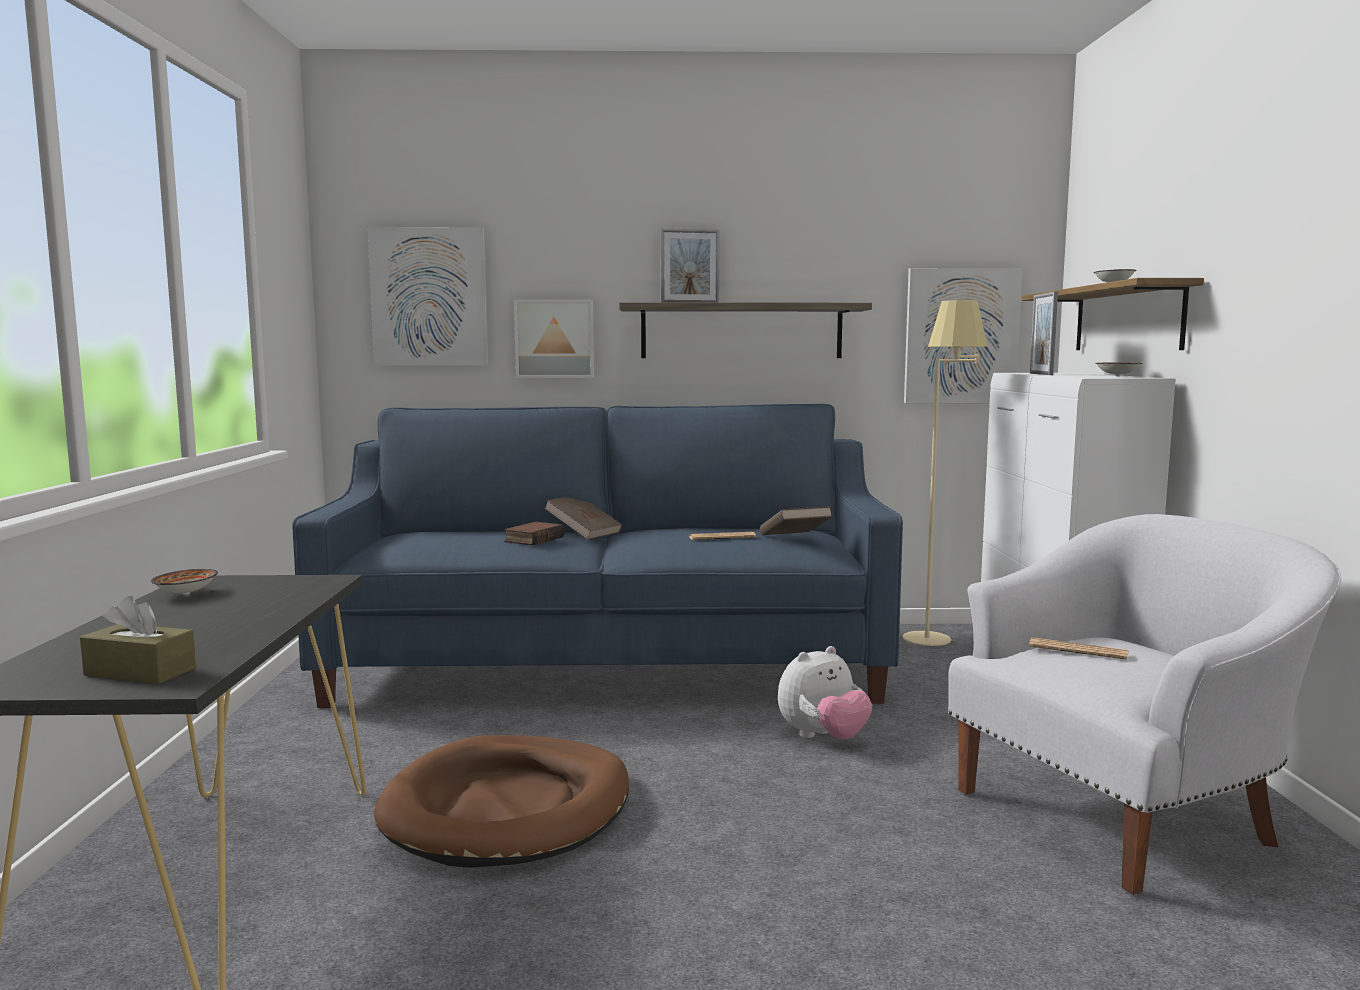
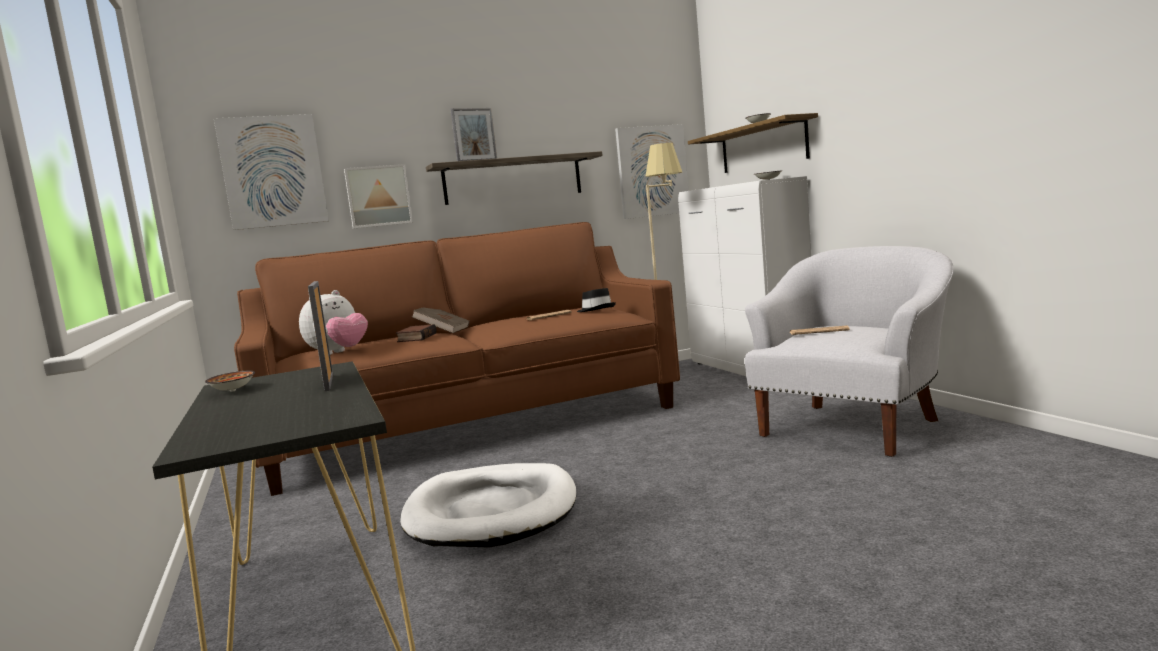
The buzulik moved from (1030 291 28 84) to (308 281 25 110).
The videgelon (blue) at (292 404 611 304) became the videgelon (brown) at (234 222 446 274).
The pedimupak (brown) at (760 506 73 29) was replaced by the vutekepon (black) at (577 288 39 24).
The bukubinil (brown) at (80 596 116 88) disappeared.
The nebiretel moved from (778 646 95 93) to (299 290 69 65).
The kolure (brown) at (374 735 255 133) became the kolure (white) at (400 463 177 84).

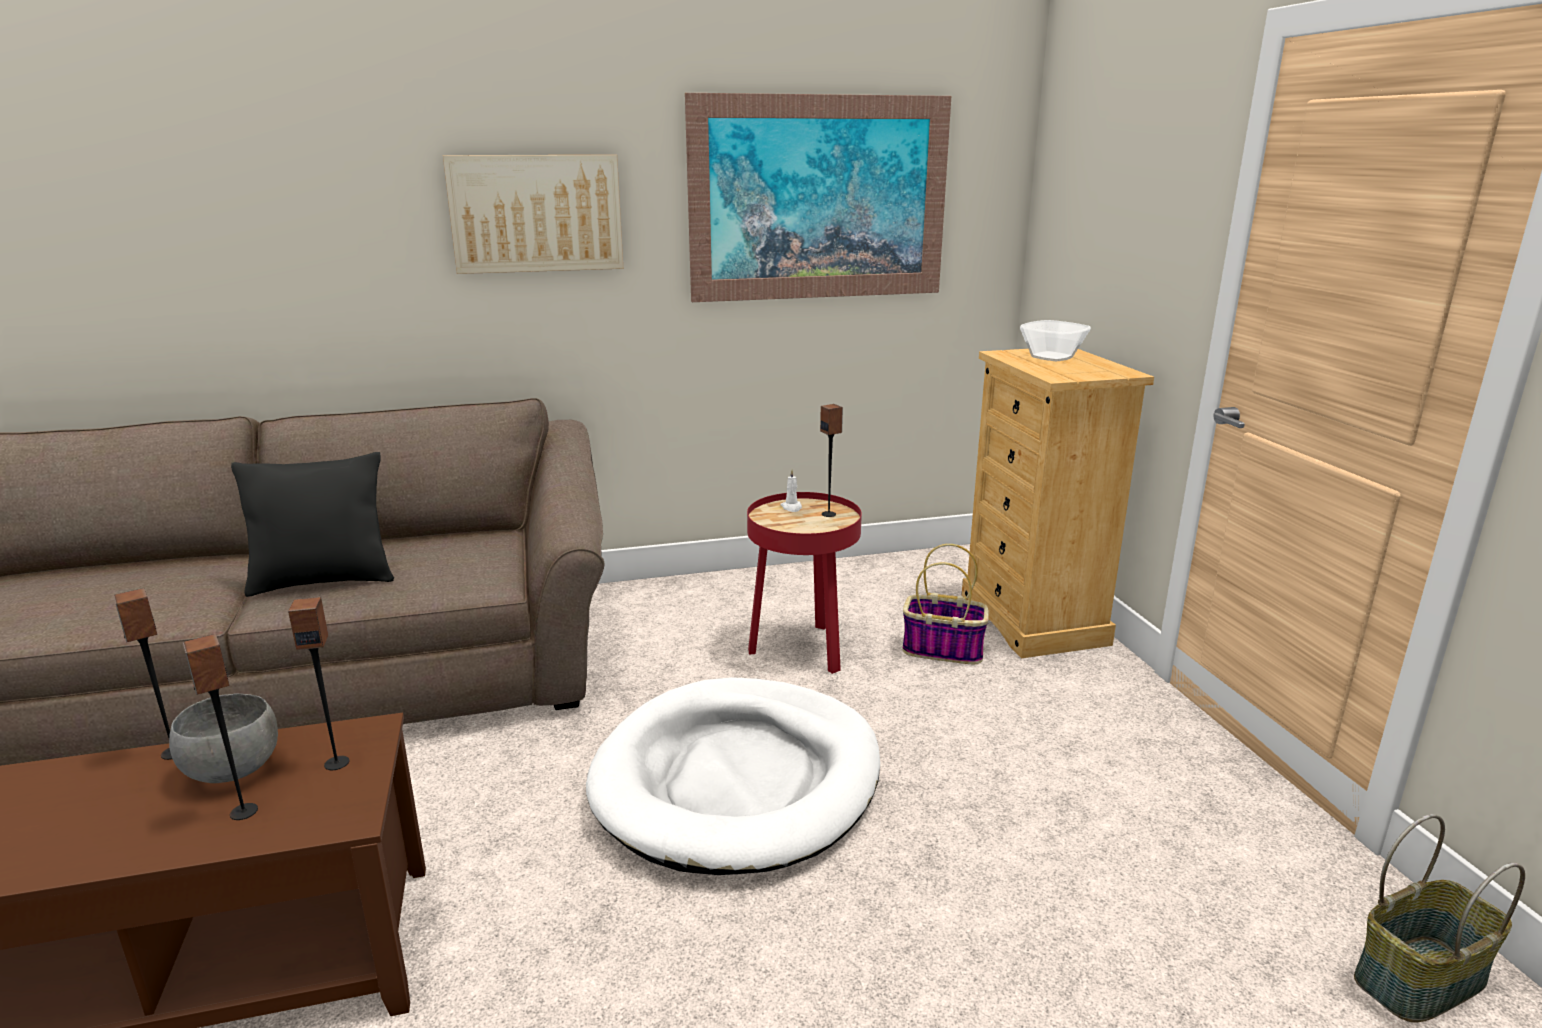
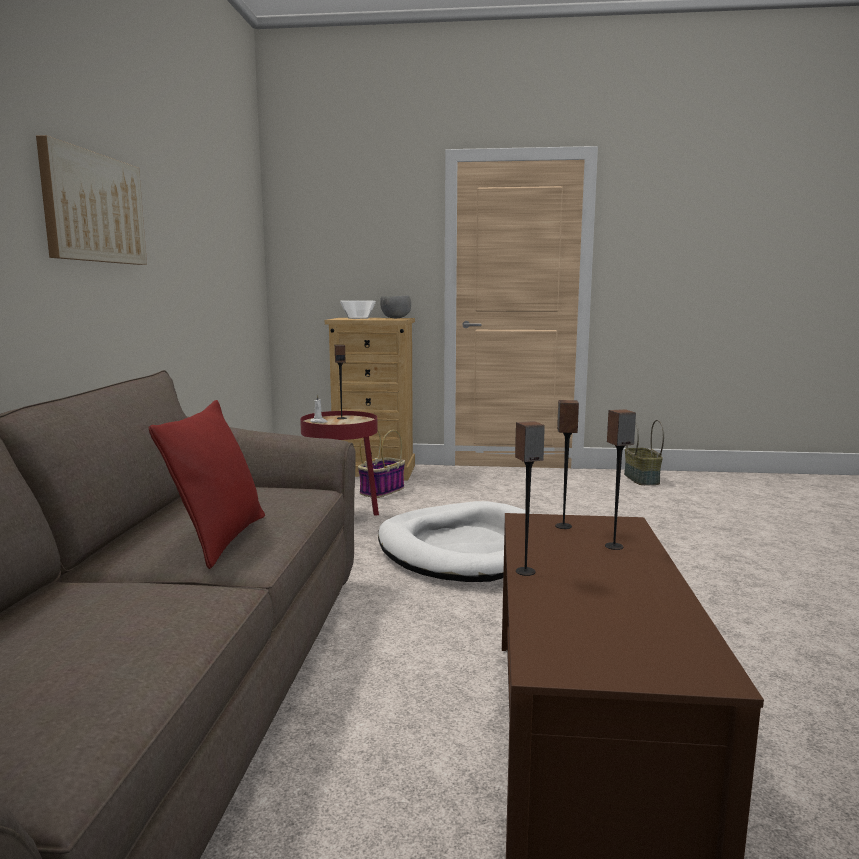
The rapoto at (685 93 266 209) disappeared.
The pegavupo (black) at (231 452 163 145) became the pegavupo (red) at (148 400 117 169).
The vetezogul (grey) moved from (169 693 109 90) to (380 295 31 23).

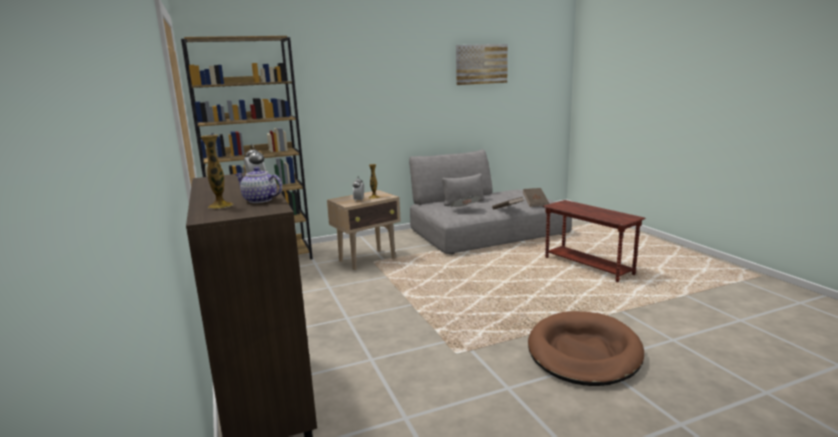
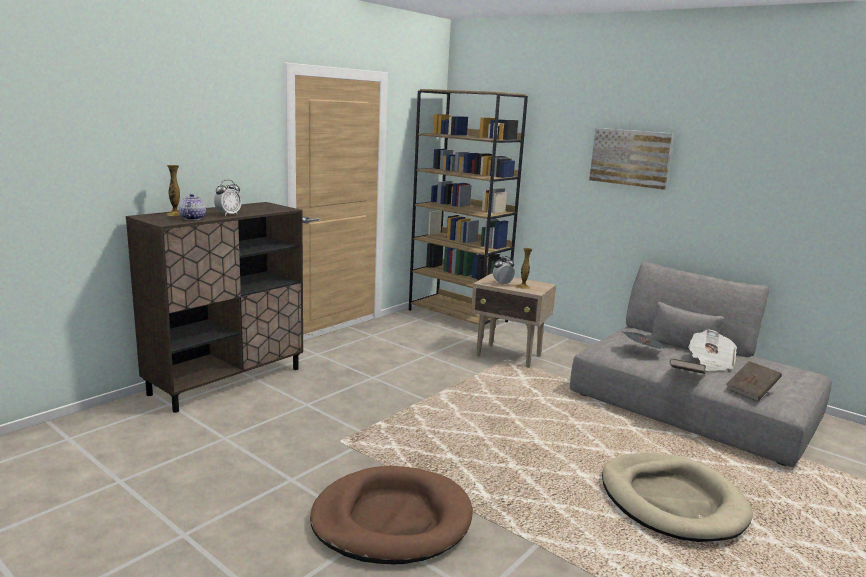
The rapoto moved from (456 44 52 41) to (589 128 85 62).
The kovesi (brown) at (543 200 103 82) was replaced by the kolure (beige) at (602 453 151 89).
The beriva at (688 330 49 41) appeared.

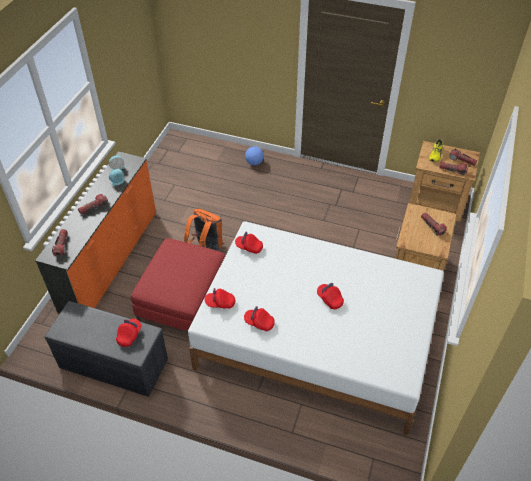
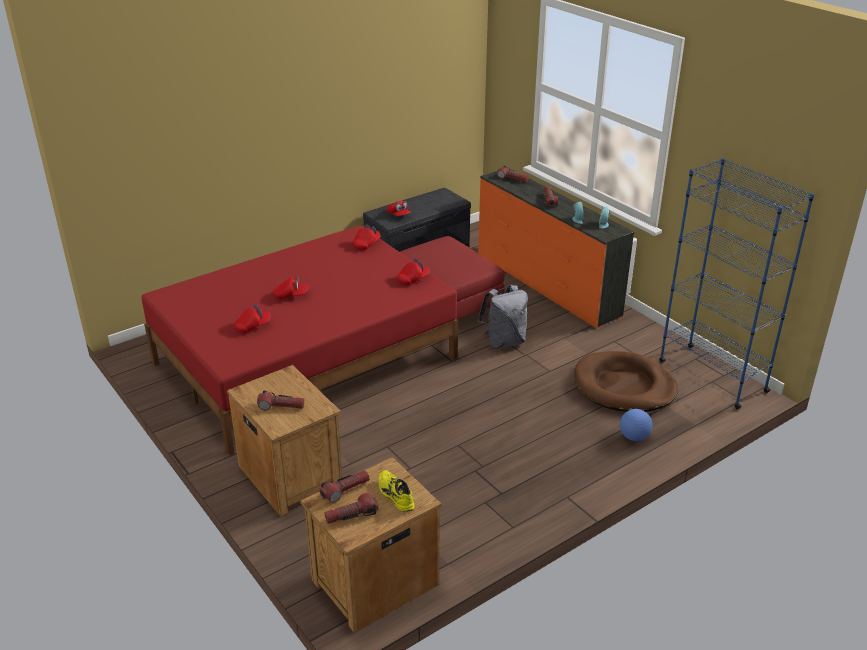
The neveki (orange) at (184 209 39 42) became the neveki (grey) at (478 285 50 64).
The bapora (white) at (188 221 256 215) became the bapora (red) at (141 225 317 231).
The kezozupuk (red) moved from (244 306 31 25) to (234 304 37 29).
The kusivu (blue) at (659 158 155 251) appeared.
The kolure (brown) at (574 351 104 61) appeared.

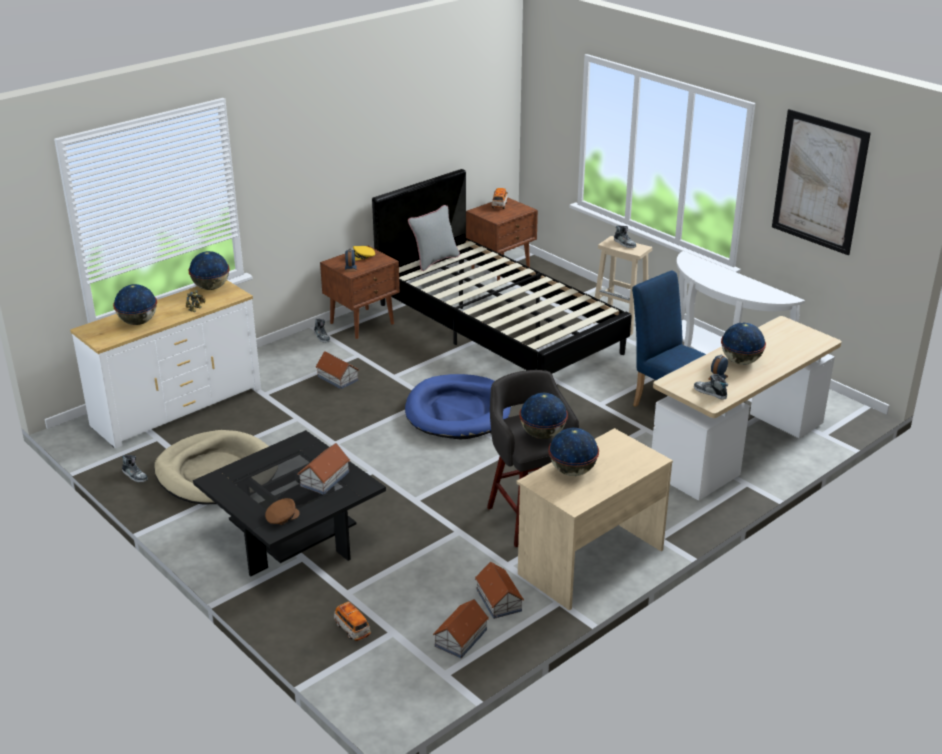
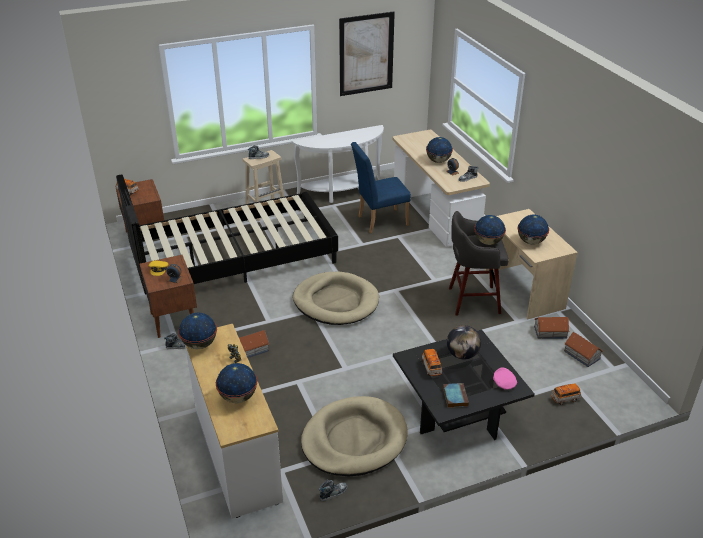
The pegavupo (grey) at (408 205 52 66) disappeared.
The kolure (blue) at (405 374 106 66) became the kolure (beige) at (293 272 86 53).
The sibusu at (297 443 53 52) was replaced by the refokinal at (447 325 34 35).
The kezozupuk (brown) at (265 498 35 27) became the kezozupuk (pink) at (493 367 24 23).
The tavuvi at (422 349 20 28) appeared.
The pedimupak at (443 383 26 25) appeared.

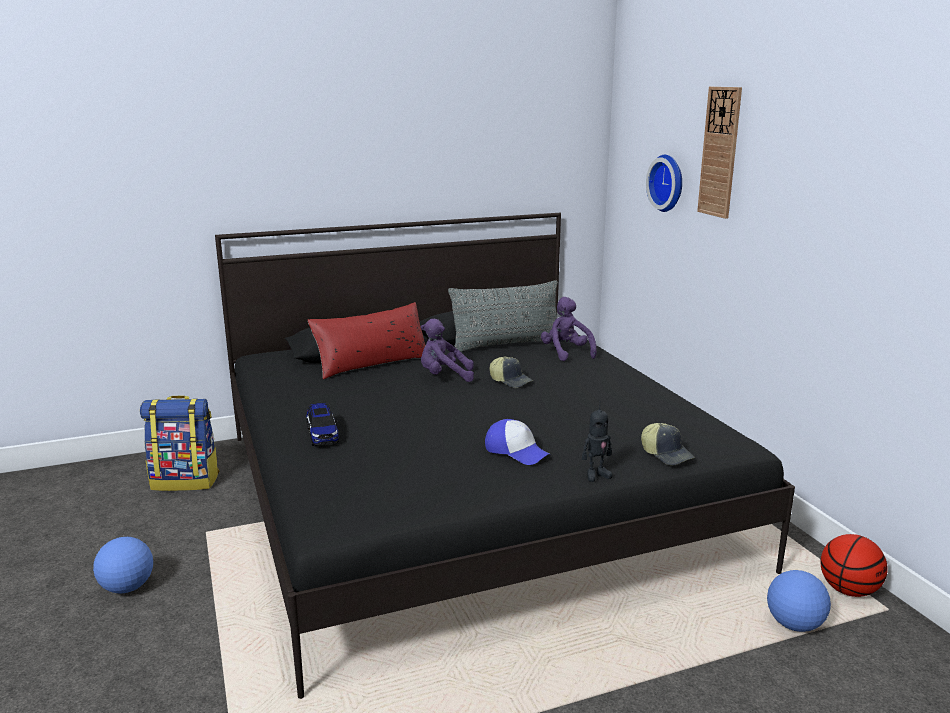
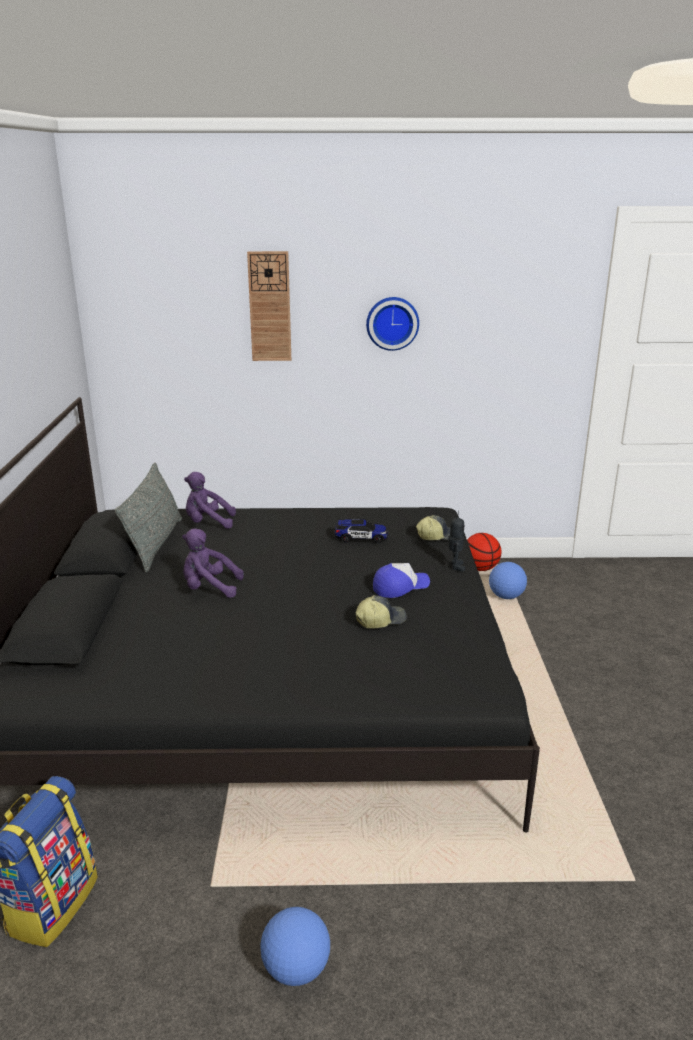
The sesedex moved from (646 155 36 57) to (366 297 53 54).
The pegavupo (red) at (308 302 117 77) disappeared.
The nebiretel (purple) at (421 319 53 63) turned 75 degrees clockwise.
The kezozupuk moved from (490 357 43 31) to (355 595 52 34).
The tavuvi moved from (306 403 33 43) to (334 519 54 24).

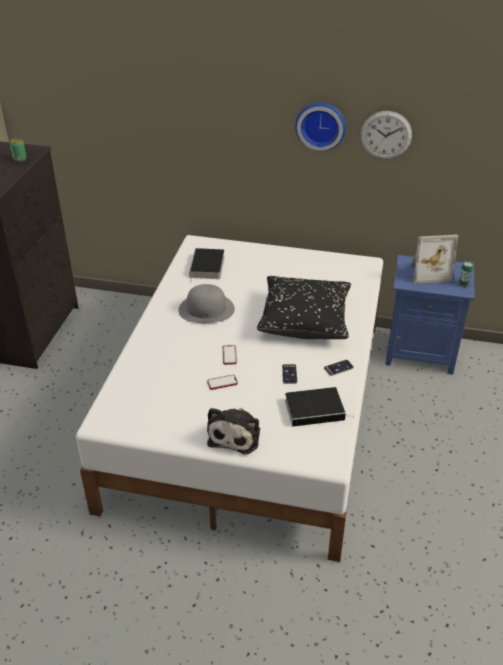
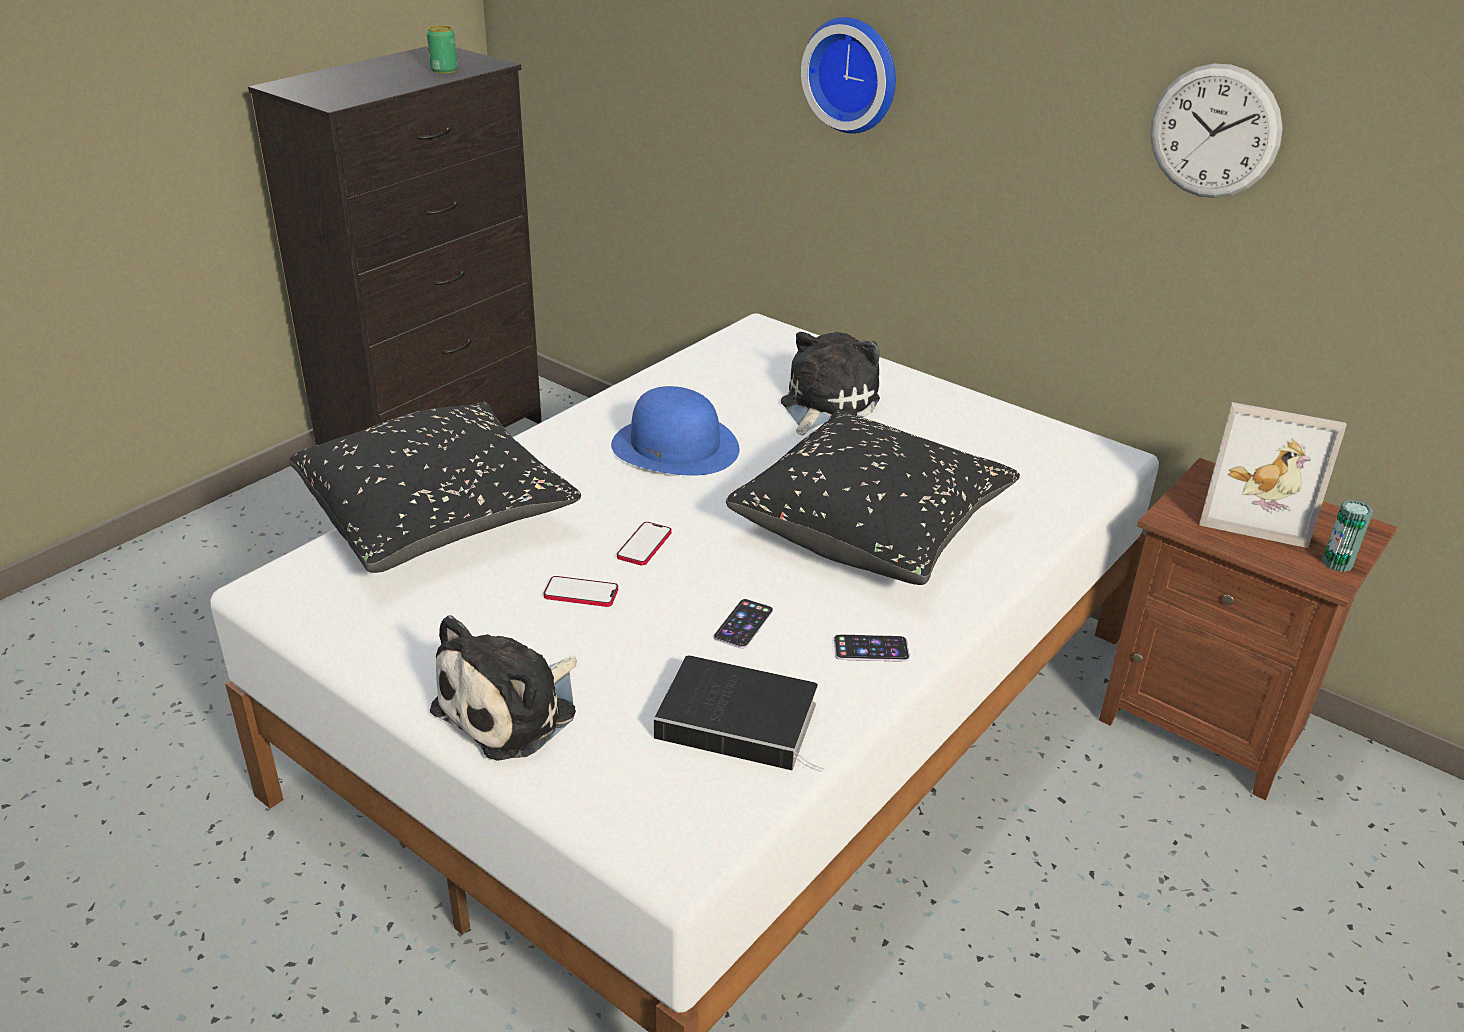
The sesedex moved from (295 103 51 48) to (801 17 95 117).
The pedimupak at (189 248 36 35) disappeared.
The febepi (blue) at (385 255 90 120) became the febepi (brown) at (1099 458 298 342).
The vutekepon (grey) at (178 284 57 39) became the vutekepon (blue) at (611 386 129 90).
The nebiretel at (781 332 99 103) appeared.
The pegavupo (black) at (290 401 291 172) appeared.

